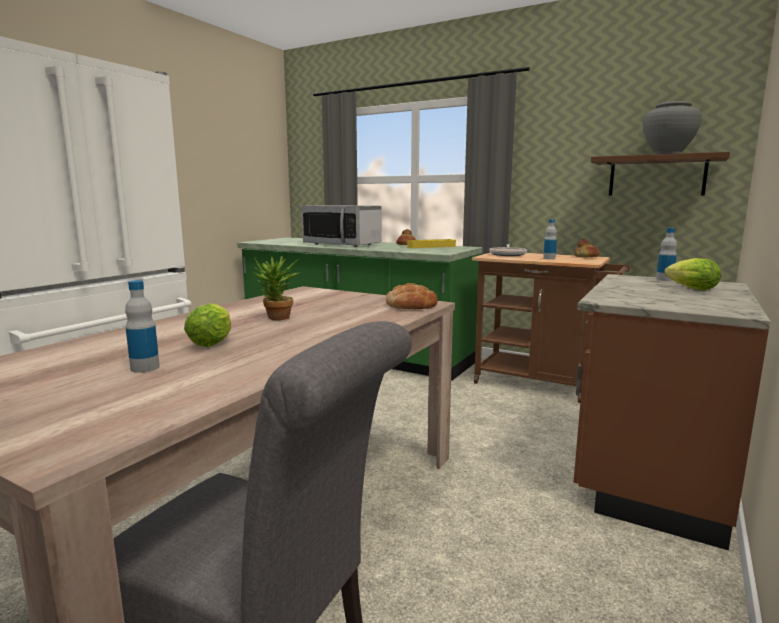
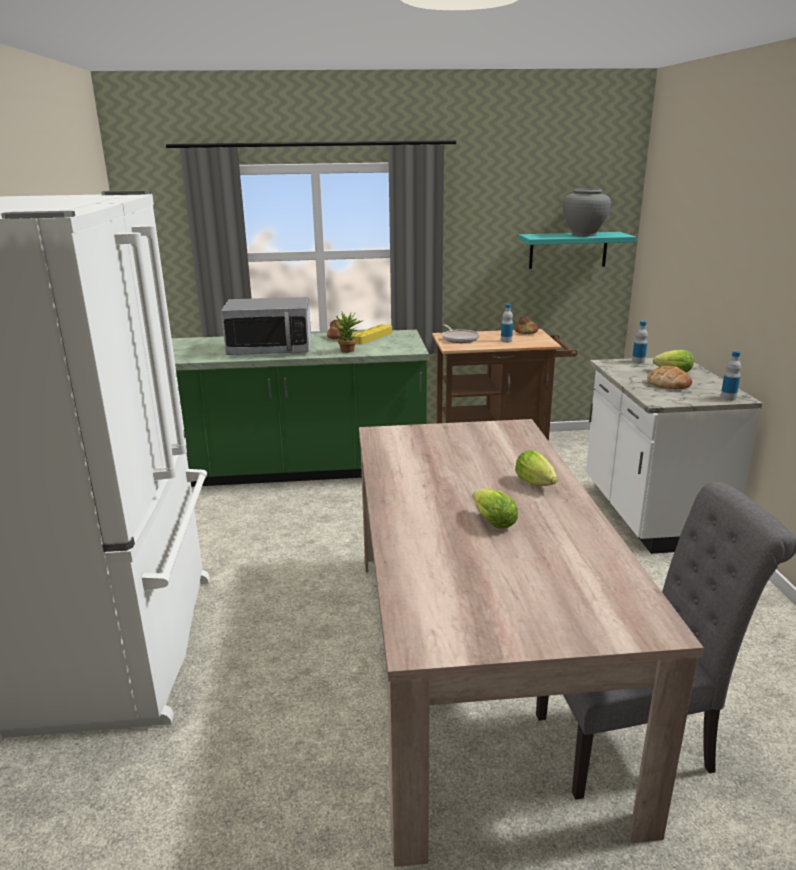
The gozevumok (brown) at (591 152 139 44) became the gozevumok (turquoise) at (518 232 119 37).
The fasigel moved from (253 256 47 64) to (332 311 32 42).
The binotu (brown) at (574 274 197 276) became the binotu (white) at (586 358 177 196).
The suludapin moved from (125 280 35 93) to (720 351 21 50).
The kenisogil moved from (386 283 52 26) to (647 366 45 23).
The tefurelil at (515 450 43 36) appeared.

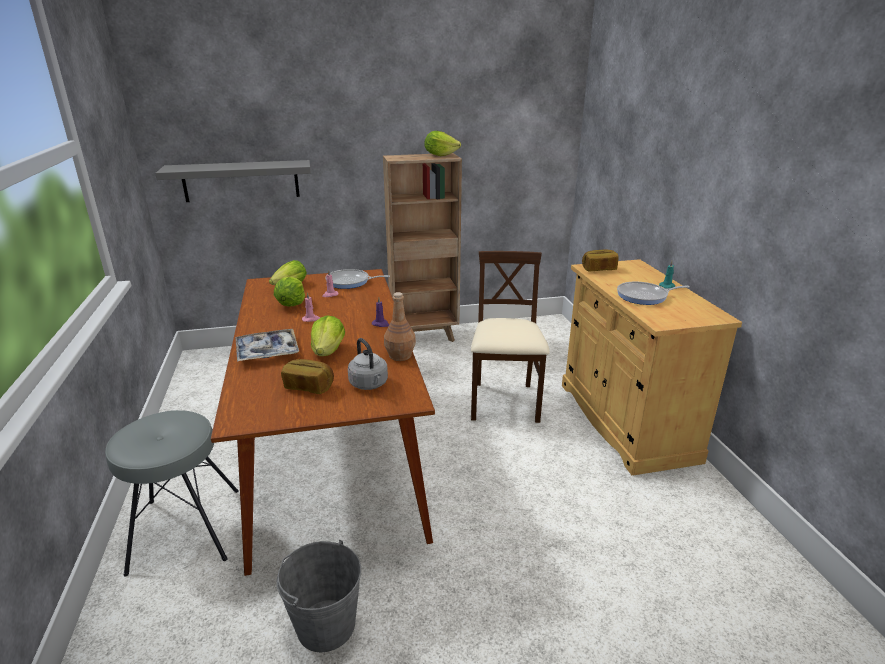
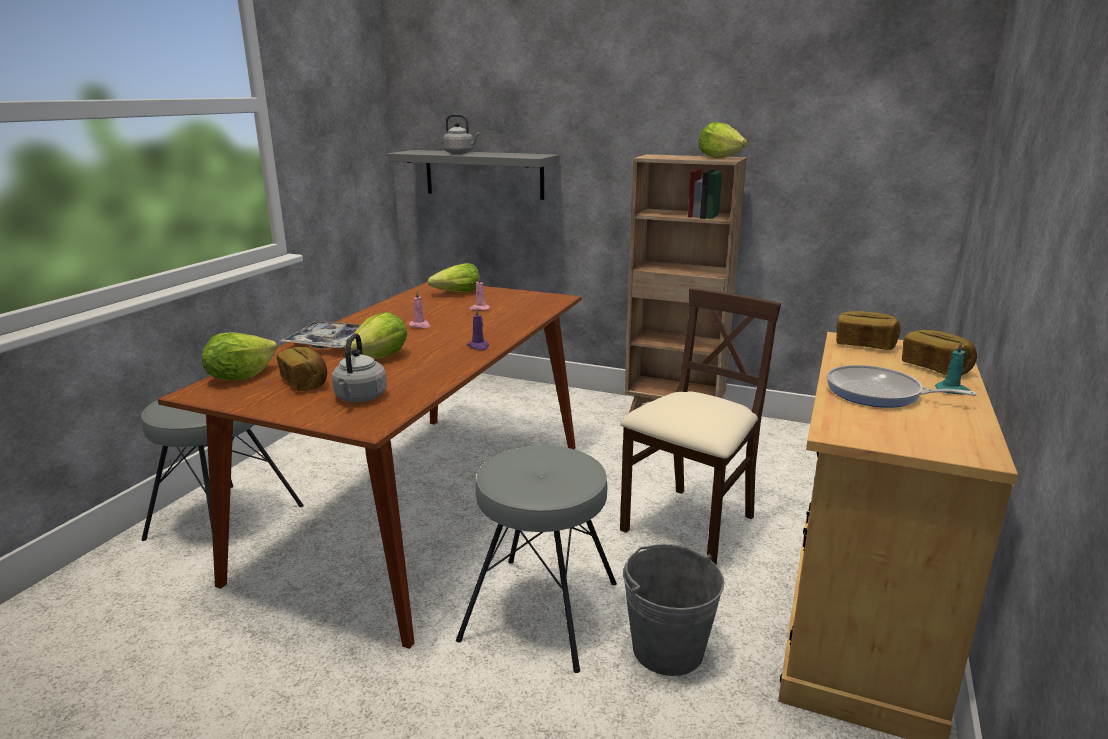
The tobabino at (325 269 65 20) disappeared.
The tefurelil moved from (274 277 31 30) to (202 332 75 48).
The suludapin (brown) at (384 292 32 69) disappeared.
The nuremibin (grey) moved from (277 540 84 112) to (623 544 101 132).
The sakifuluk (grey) at (443 114 37 40) appeared.
The kenisogil at (902 330 75 46) appeared.
The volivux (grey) at (456 445 161 228) appeared.

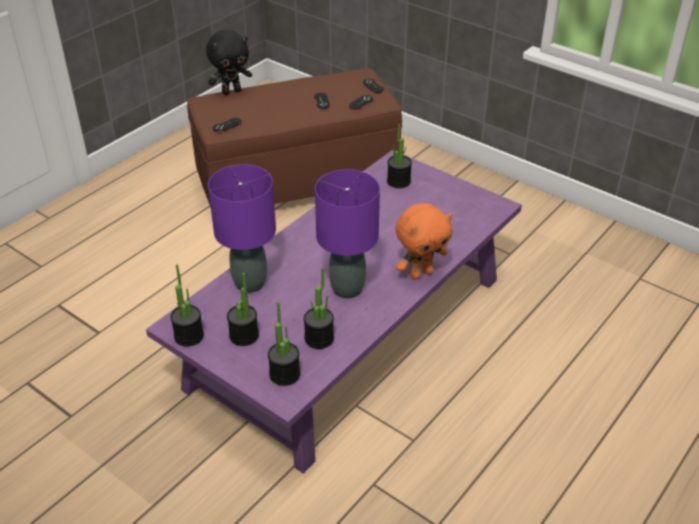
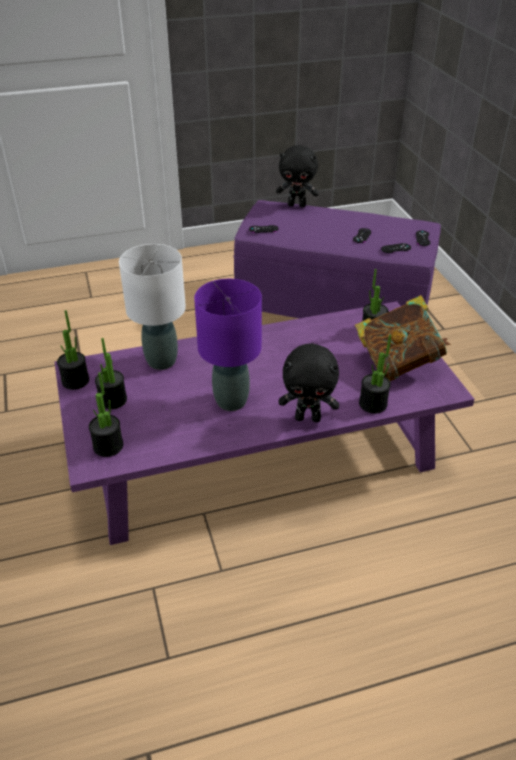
The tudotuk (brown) at (187 68 215 140) became the tudotuk (purple) at (234 200 207 118).
The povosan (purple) at (208 164 68 129) became the povosan (white) at (119 244 67 126).
The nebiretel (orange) at (396 203 57 76) became the nebiretel (black) at (278 343 61 79).
The fasigel moved from (304 267 30 82) to (359 335 32 78).
The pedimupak at (355 295 96 86) appeared.

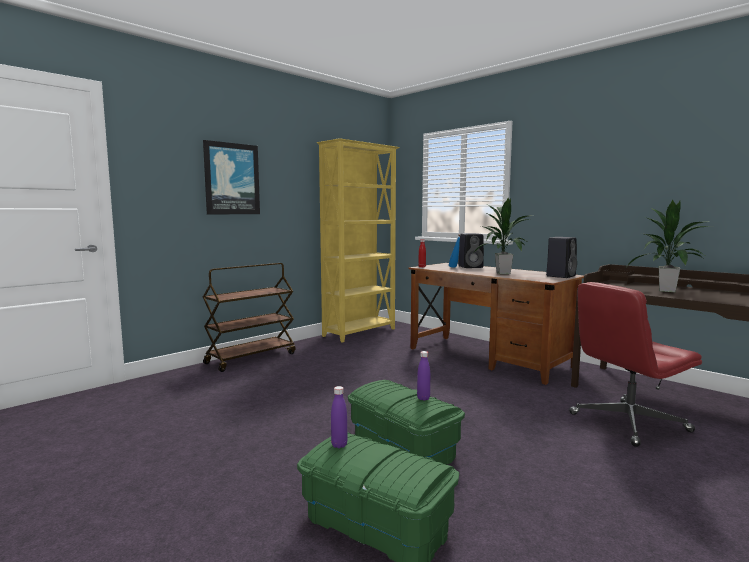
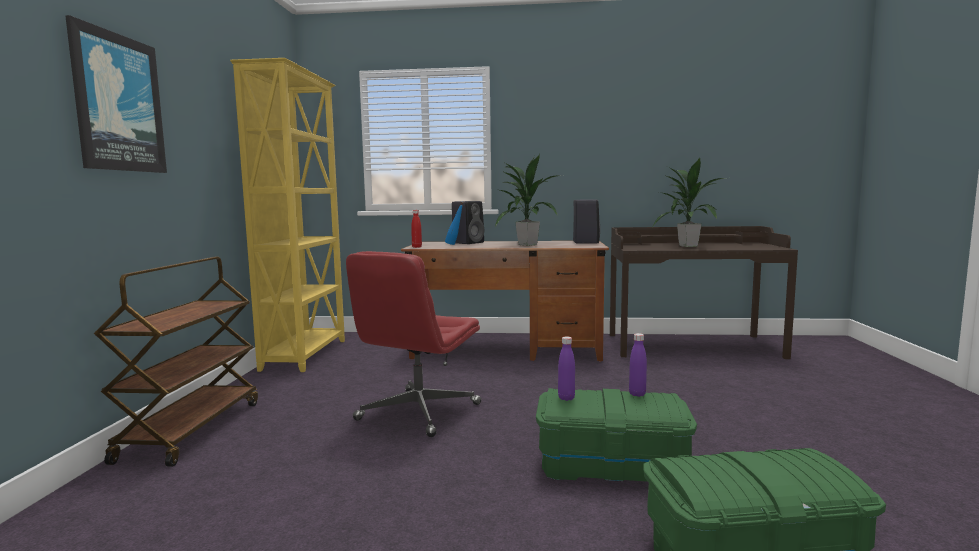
The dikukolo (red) moved from (569 282 133 165) to (346 251 135 186).
The suludapin (purple) moved from (331 386 16 62) to (558 336 17 65).

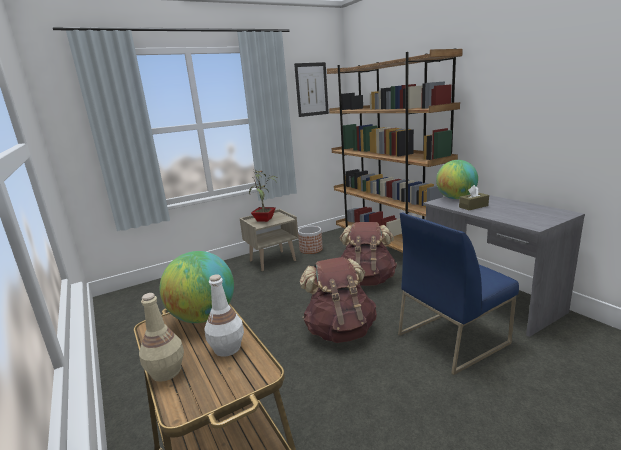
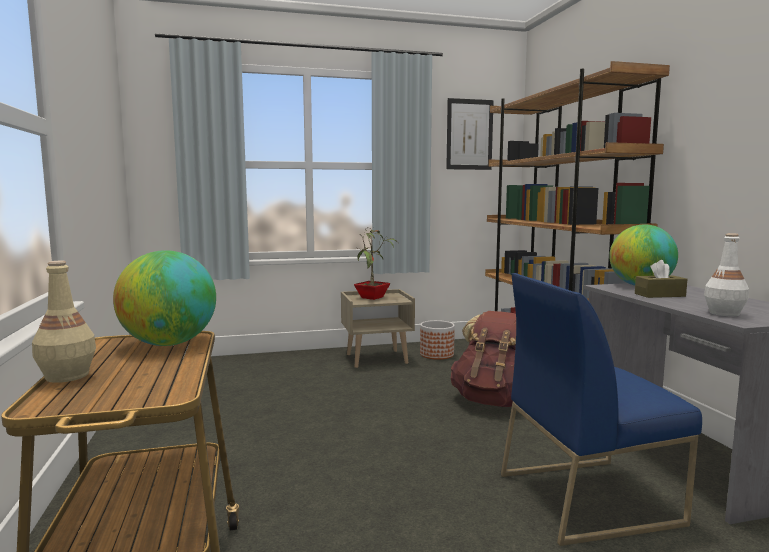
The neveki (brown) at (300 257 77 86) disappeared.
The suludapin (white) moved from (204 274 40 83) to (704 233 45 83).

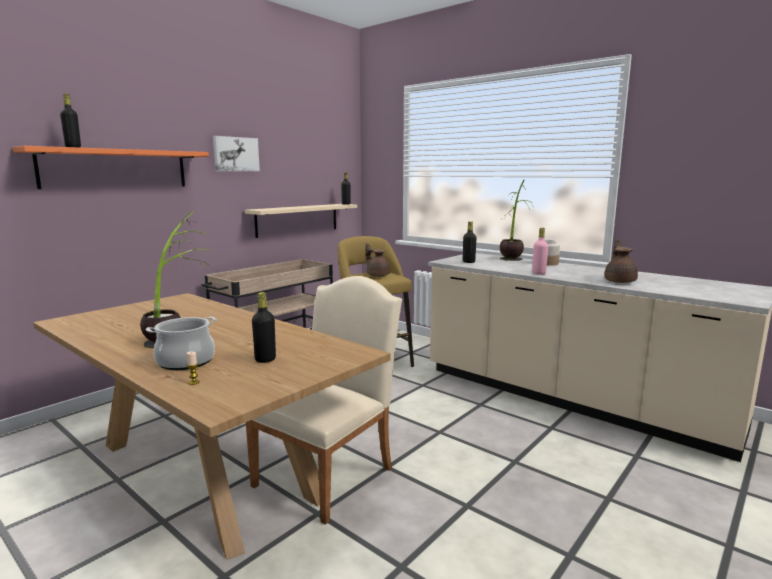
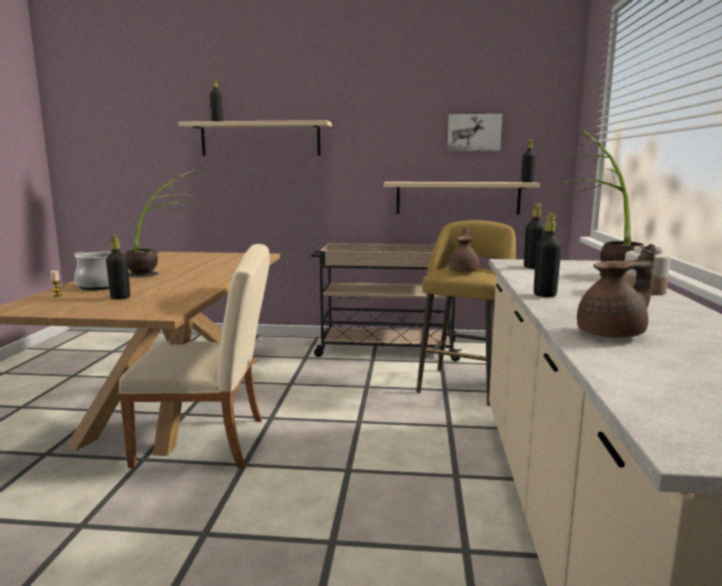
The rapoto moved from (213 136 47 35) to (447 114 55 37).
The gozevumok (orange) at (13 146 196 43) became the gozevumok (beige) at (178 120 154 36).
The suludapin (pink) at (532 228 16 47) became the suludapin (black) at (534 214 28 83).

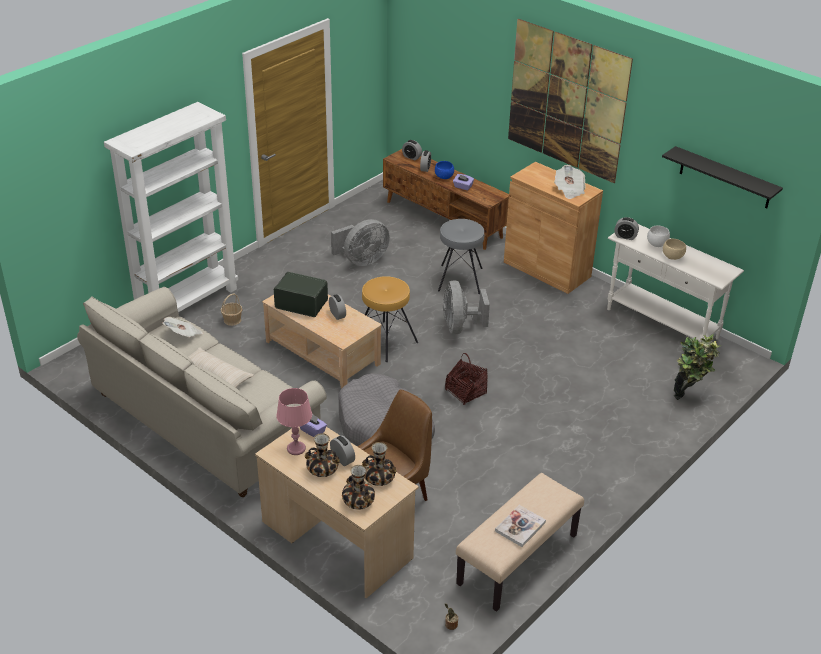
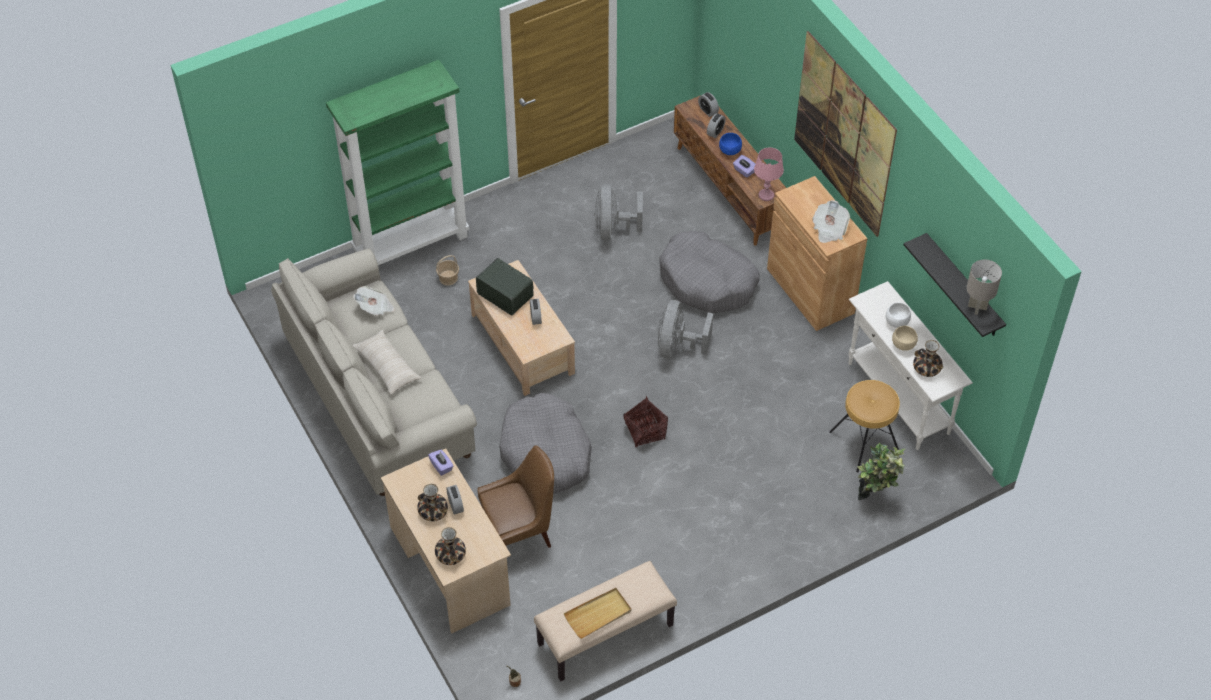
The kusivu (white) at (104 102 134 210) became the kusivu (green) at (326 60 143 205).
The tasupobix at (614 217 25 23) disappeared.
The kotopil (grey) at (331 219 59 47) turned 105 degrees clockwise.
The volivux (grey) at (438 219 46 75) was replaced by the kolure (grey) at (659 231 100 82).
The volivux (brown) moved from (362 276 56 86) to (829 380 71 92).
The povosan (pink) moved from (276 388 36 67) to (754 147 30 54).
The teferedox moved from (362 442 35 44) to (913 340 30 37).
The pedimupak at (495 505 51 42) was replaced by the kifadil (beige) at (564 588 67 51).
The povosan (grey) at (967 259 35 56) appeared.

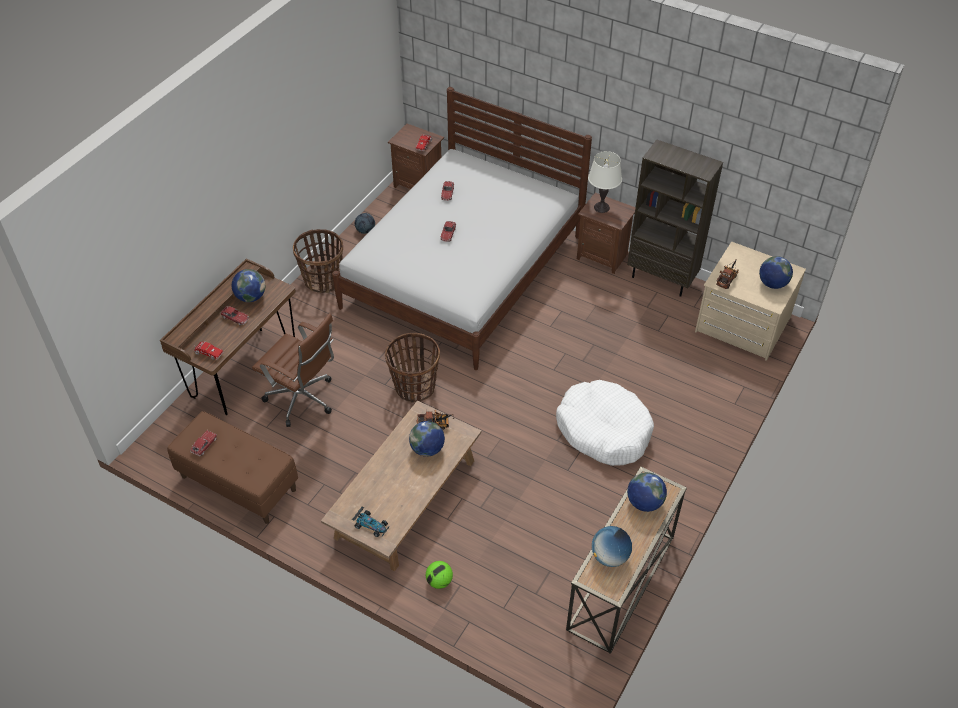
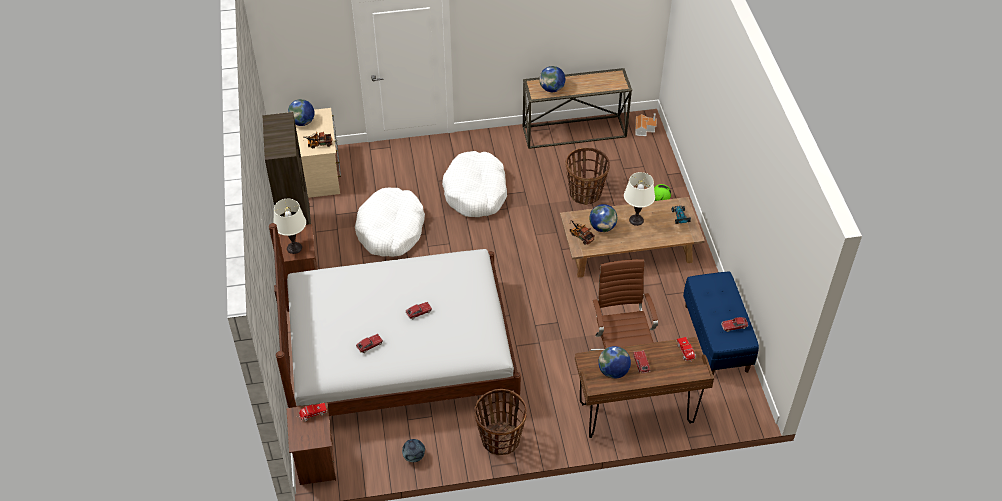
The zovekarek moved from (385 333 55 70) to (565 148 45 57).
The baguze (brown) at (167 411 131 113) became the baguze (blue) at (683 271 76 104).
The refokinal at (592 526 40 41) disappeared.
The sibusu at (635 113 22 23) appeared.
The povosan (white) at (624 172 31 54) appeared.
The kolure (white) at (355 188 70 69) appeared.

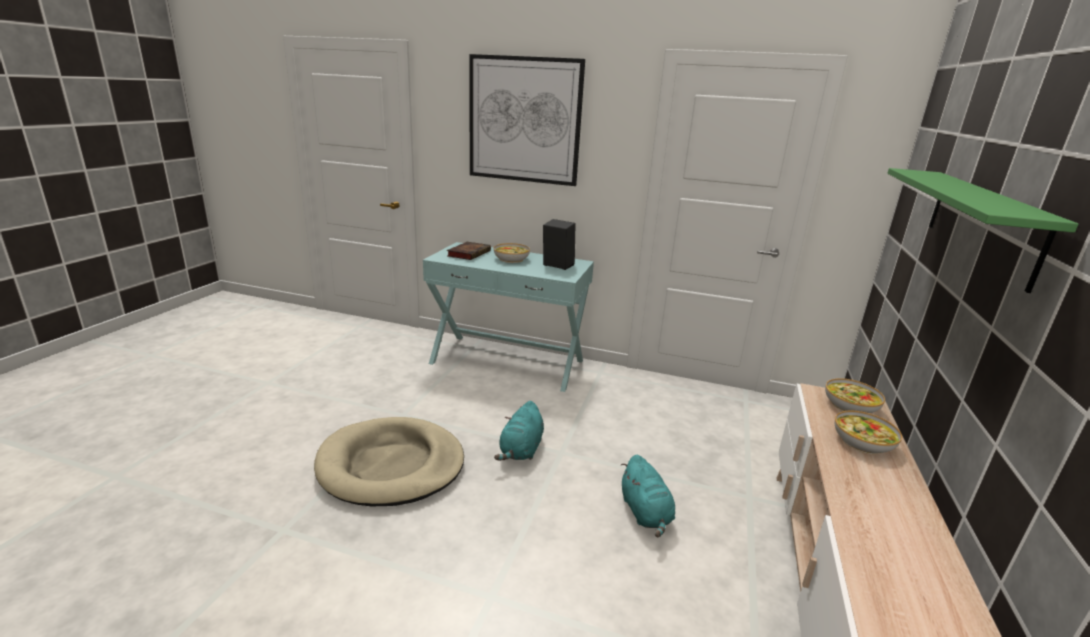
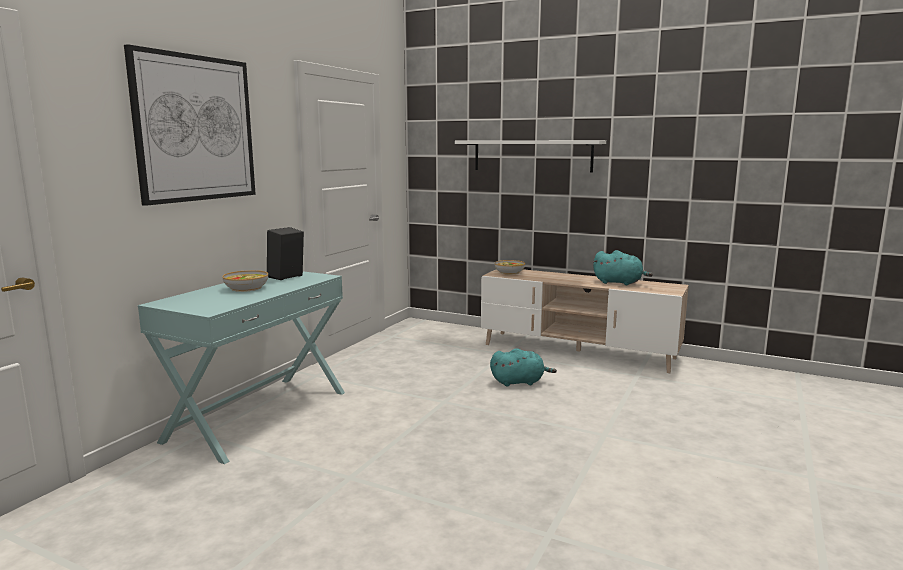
The gozevumok (green) at (887 168 192 125) became the gozevumok (white) at (455 140 151 32).
The pedimupak at (447 242 44 18) disappeared.
The nebiretel (turquoise) moved from (494 401 50 60) to (593 250 60 35).
The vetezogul at (835 411 67 43) disappeared.
The kolure (beige) at (314 417 150 89) disappeared.

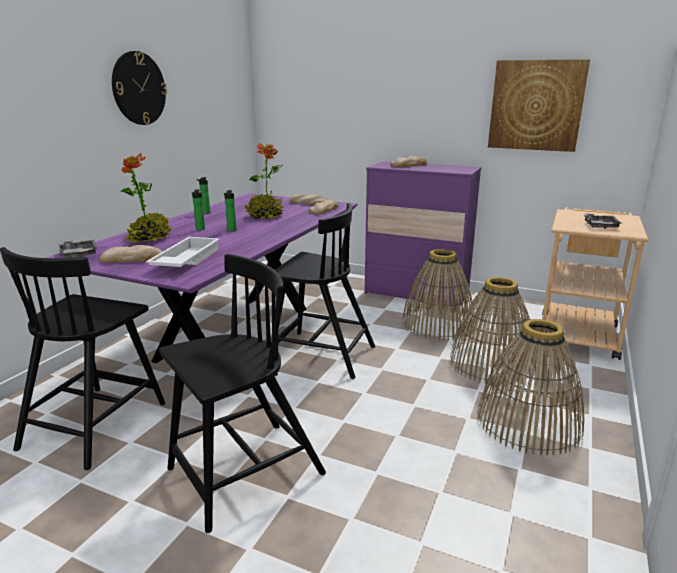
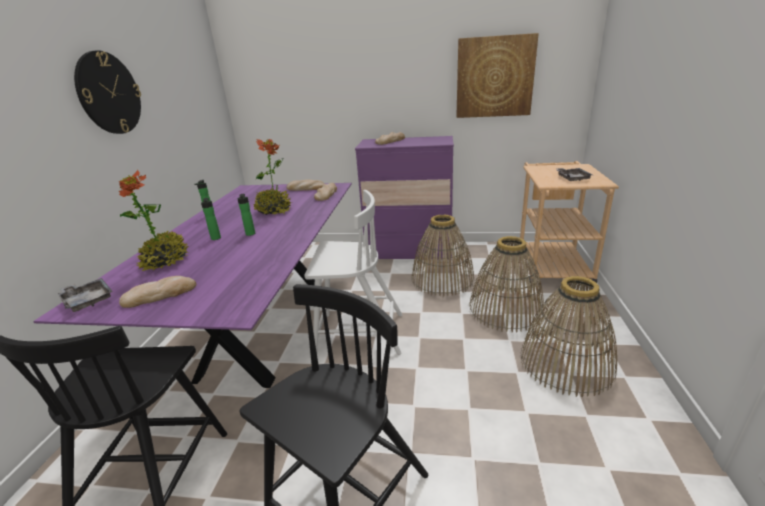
The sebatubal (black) at (271 203 104 176) became the sebatubal (white) at (304 190 99 165).
The kifadil (white) at (146 237 74 30) disappeared.

